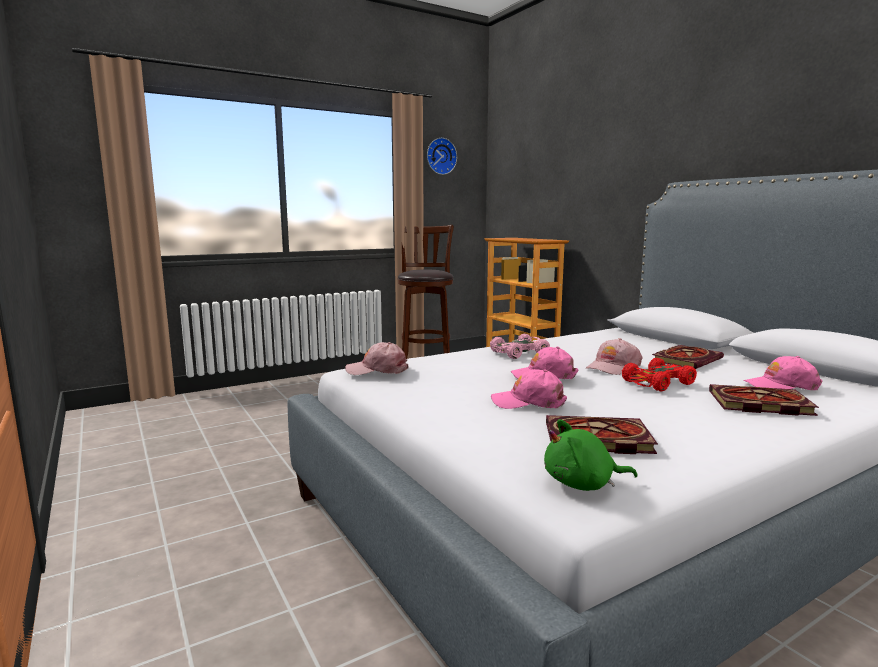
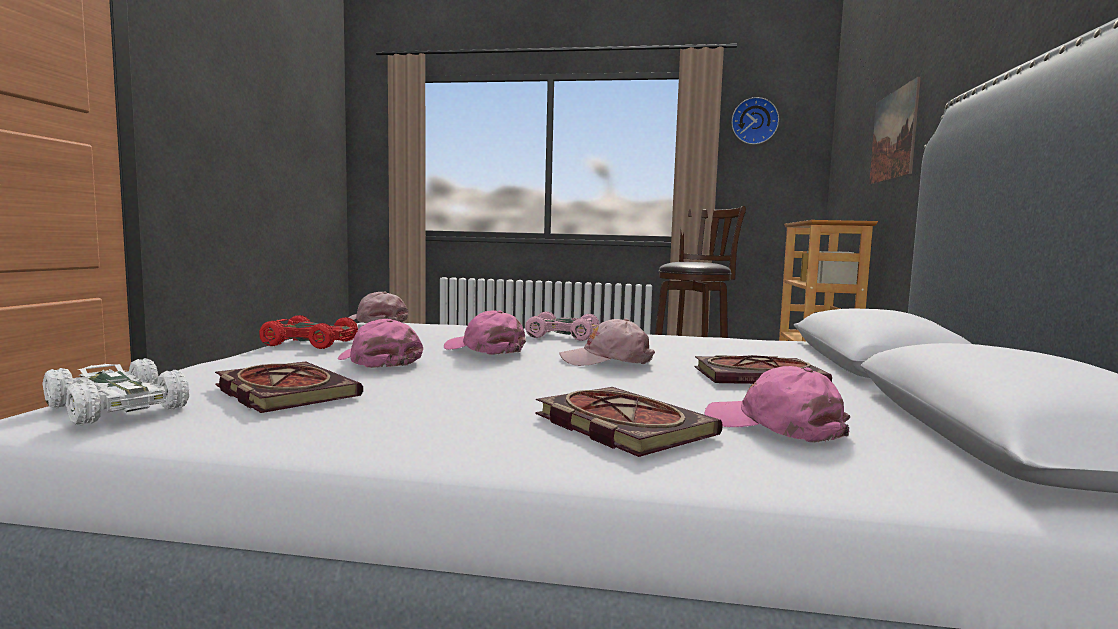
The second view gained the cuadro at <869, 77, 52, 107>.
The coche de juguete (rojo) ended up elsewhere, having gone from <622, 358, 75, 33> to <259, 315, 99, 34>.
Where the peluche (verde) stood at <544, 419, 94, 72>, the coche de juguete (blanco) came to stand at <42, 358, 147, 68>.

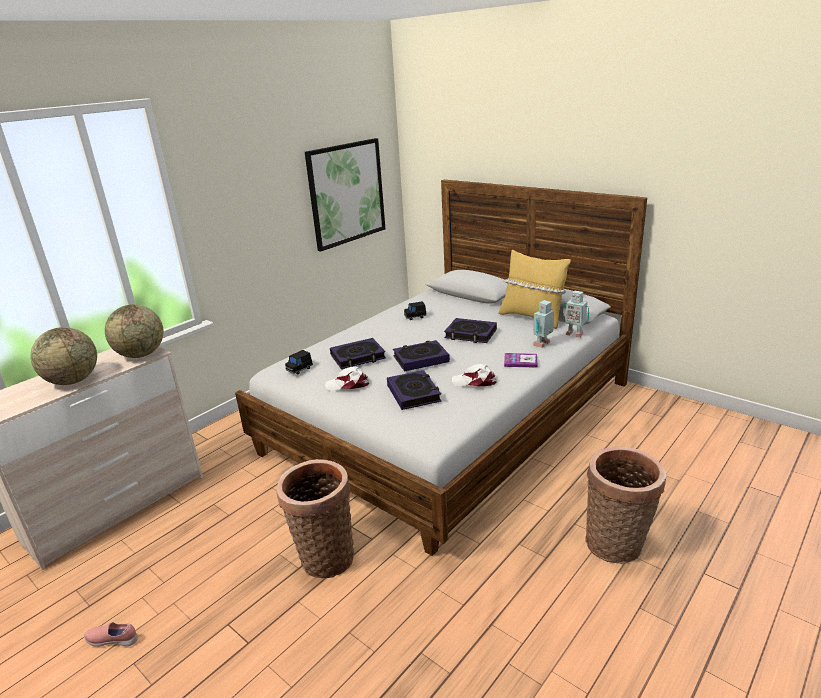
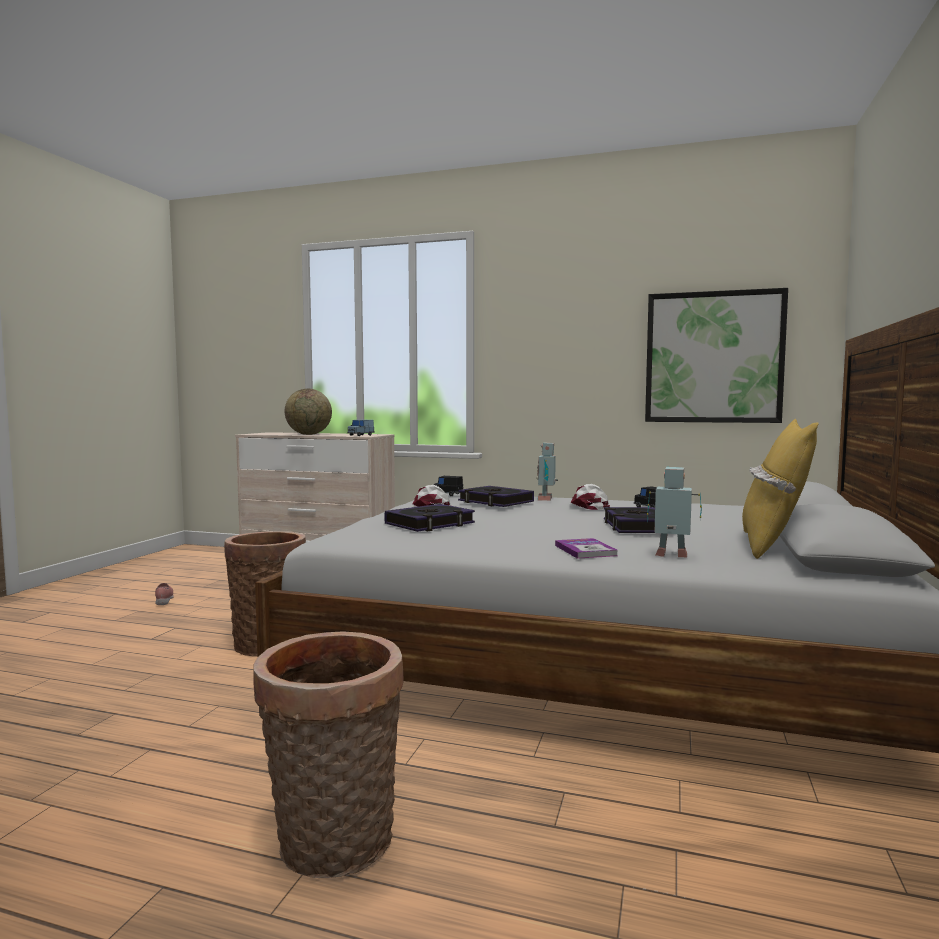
The second view lost the libro at <393, 340, 57, 31>.
The gorra (blanco) ended up elsewhere, having gone from <452, 364, 45, 23> to <569, 484, 41, 26>.
The robot de juguete ended up elsewhere, having gone from <563, 291, 26, 47> to <536, 442, 22, 59>.
Where the globo terráqueo stood at <105, 304, 59, 54>, the coche de juguete (azul) came to stand at <347, 420, 28, 16>.

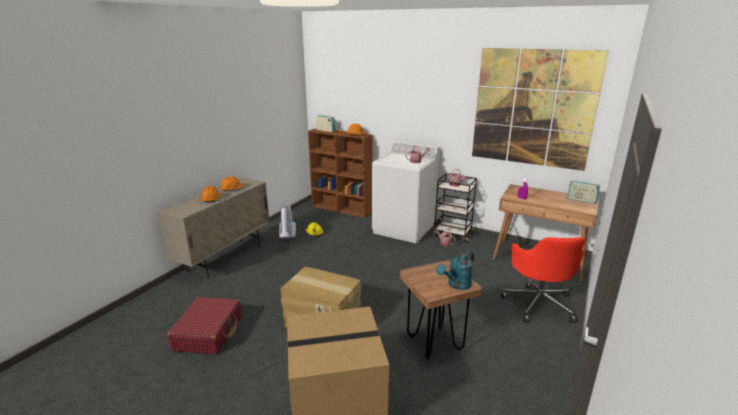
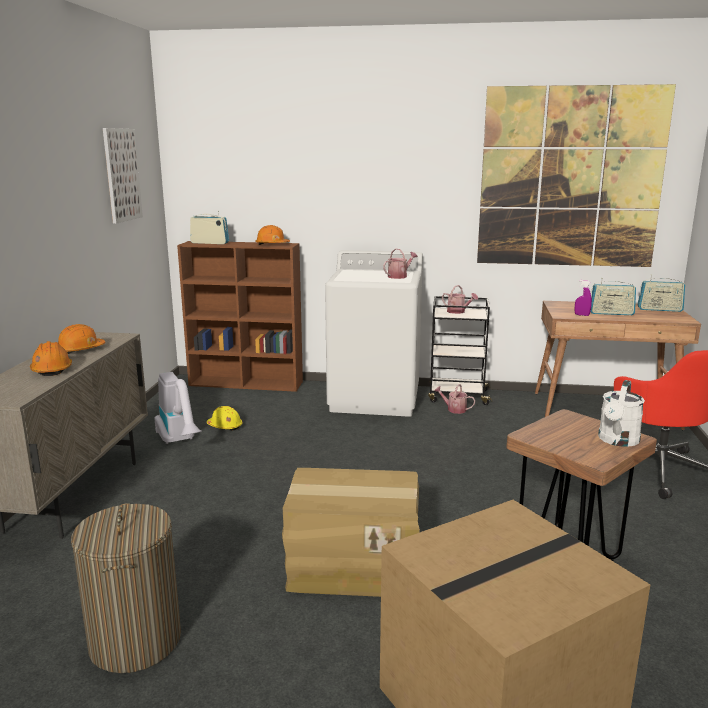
The second view gained the cuadro at <103, 128, 40, 96>.
The second view gained the radio at <590, 278, 46, 37>.
Where the maleta (rojo) stood at <167, 297, 75, 58>, the cesto de la ropa came to stand at <71, 504, 110, 169>.
What was the regadera (turquesa) at <437, 251, 37, 39> turned into the regadera (blanco) at <598, 380, 47, 67>.

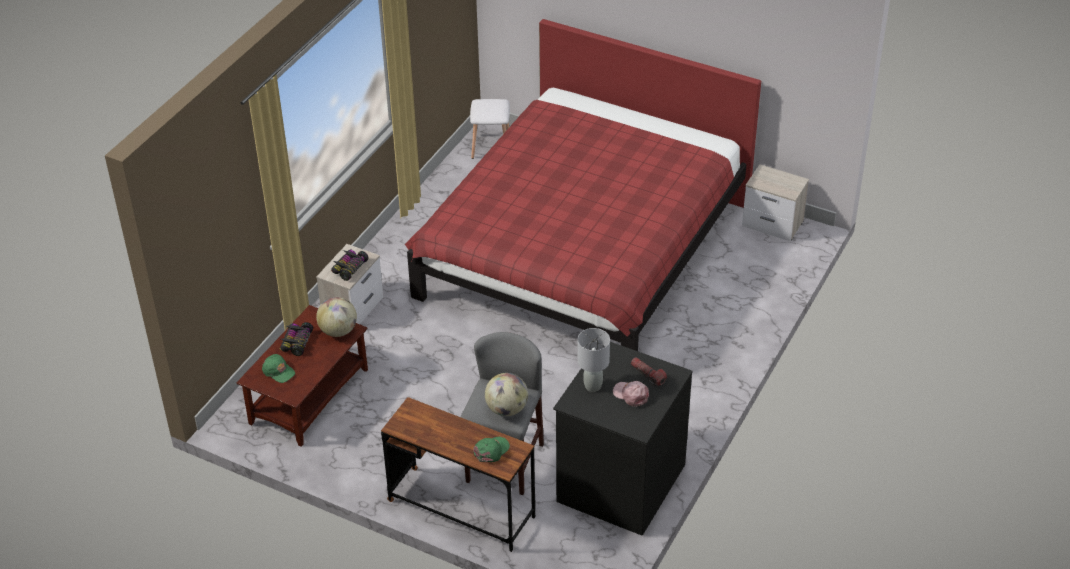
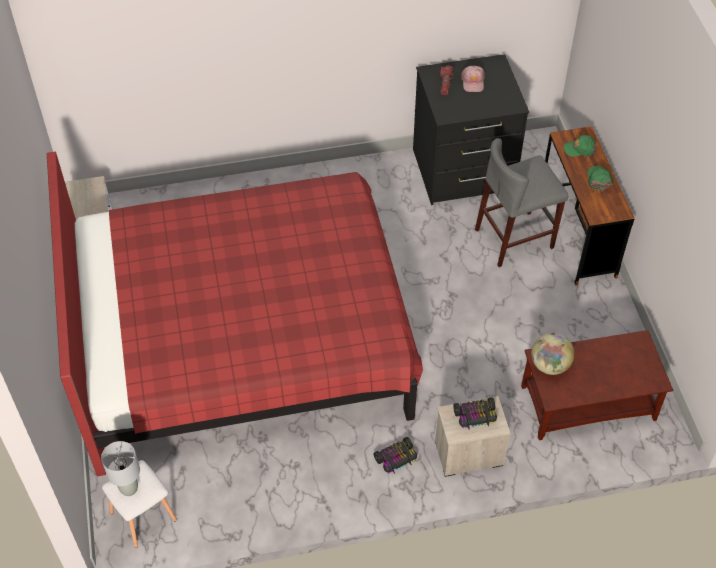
The second view lost the globo terráqueo at <485, 373, 43, 43>.
The gorra (verde) ended up elsewhere, having gone from <262, 354, 33, 29> to <587, 166, 26, 25>.
The coche de juguete ended up elsewhere, having gone from <280, 322, 33, 34> to <374, 437, 43, 37>.
The lámpara de mesa (gris) ended up elsewhere, having gone from <577, 328, 33, 64> to <101, 441, 39, 55>.

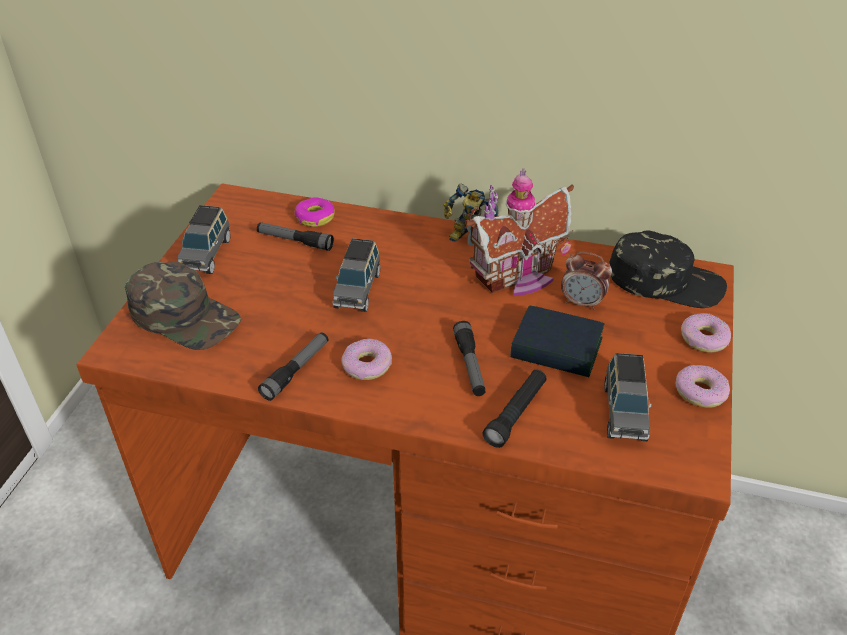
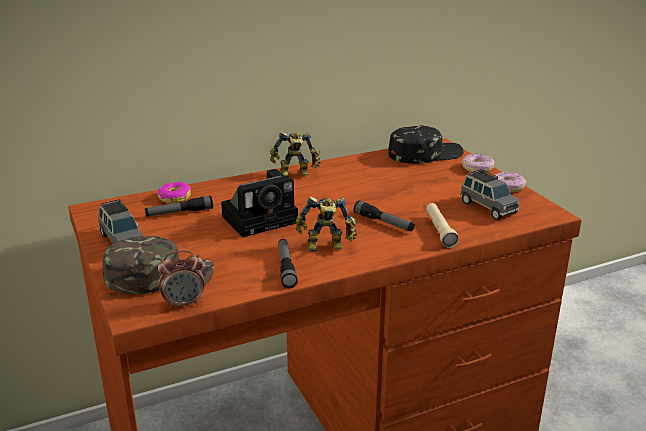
The second view lost the casita at <465, 168, 109, 129>.
The second view lost the libro at <510, 305, 95, 72>.
The despertador ended up elsewhere, having gone from <561, 251, 51, 59> to <158, 250, 46, 59>.
Where the coche de juguete (gris) stood at <332, 238, 48, 74>, the cámara came to stand at <221, 169, 77, 68>.
Where the rosquilla stood at <341, 339, 51, 41>, the robot de juguete came to stand at <296, 197, 61, 55>.
What was the linterna (negro) at <482, 370, 65, 78> turned into the linterna (beis) at <426, 203, 33, 45>.

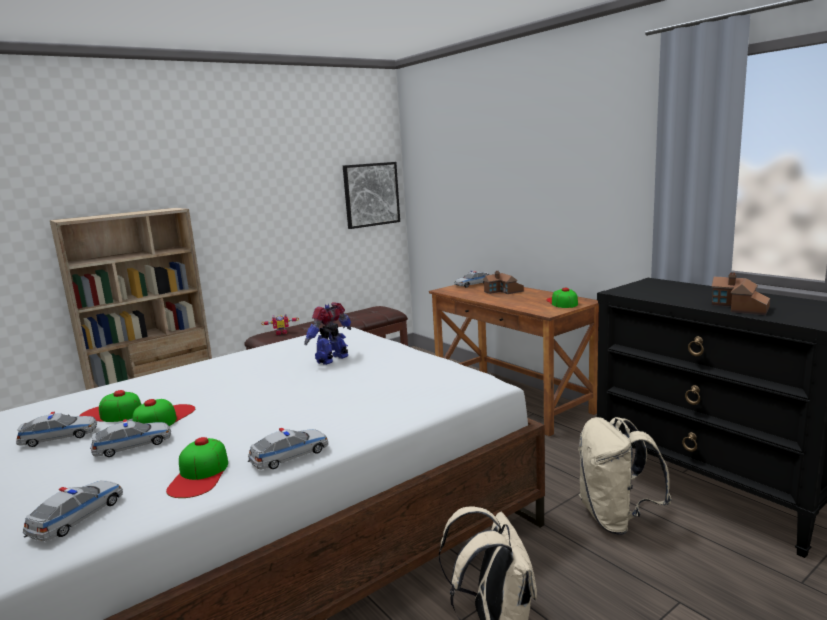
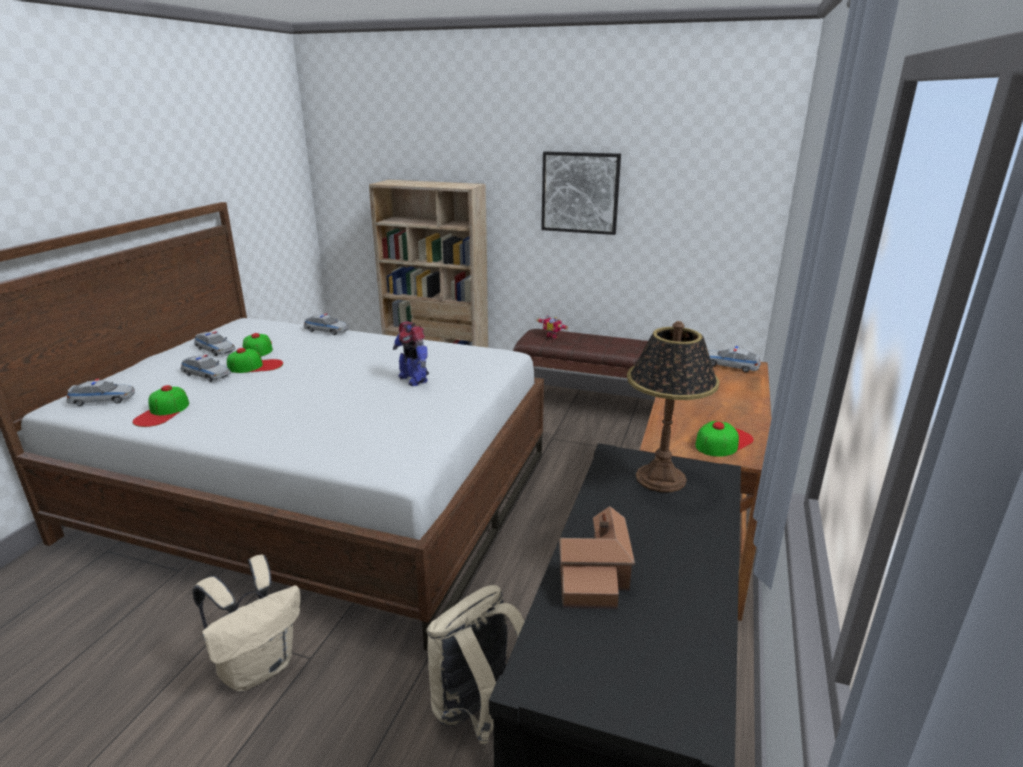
The second view lost the casita at <483, 271, 41, 23>.
The second view gained the lámpara de mesa at <627, 321, 93, 171>.
The coche de juguete ended up elsewhere, having gone from <248, 428, 80, 41> to <304, 313, 45, 22>.
The cuadro ended up elsewhere, having gone from <343, 162, 57, 67> to <541, 151, 80, 84>.
The gorra at <166, 437, 62, 61> ended up facing another way, 45 degrees counterclockwise from before.
The robot de juguete at <304, 302, 47, 63> ended up facing another way, 135 degrees counterclockwise from before.

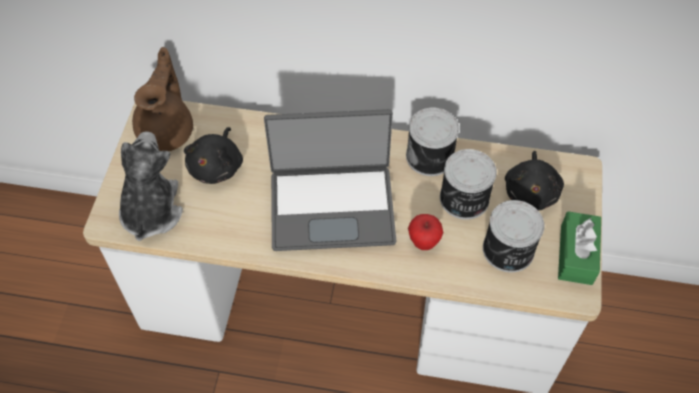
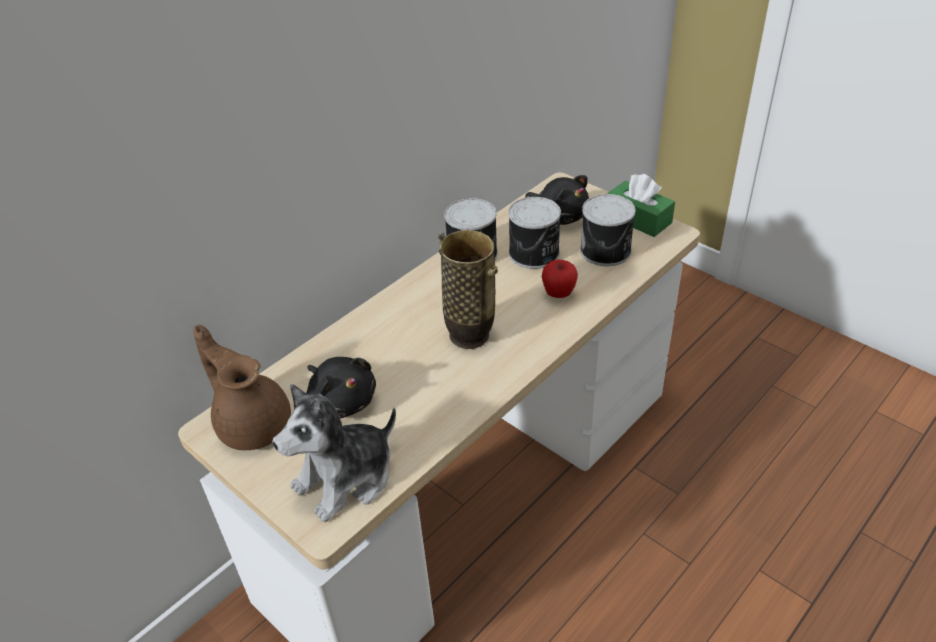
Where the portátil stood at <264, 109, 132, 142>, the florero came to stand at <438, 230, 60, 119>.
The peluche at <119, 131, 64, 111> ended up facing another way, 75 degrees counterclockwise from before.

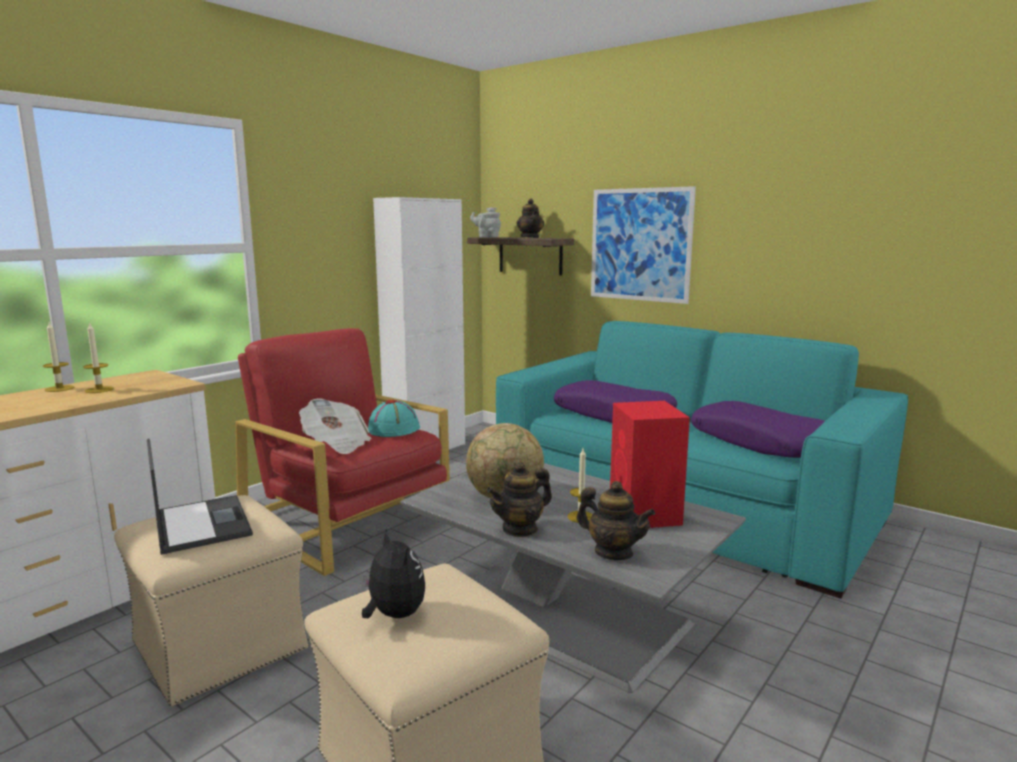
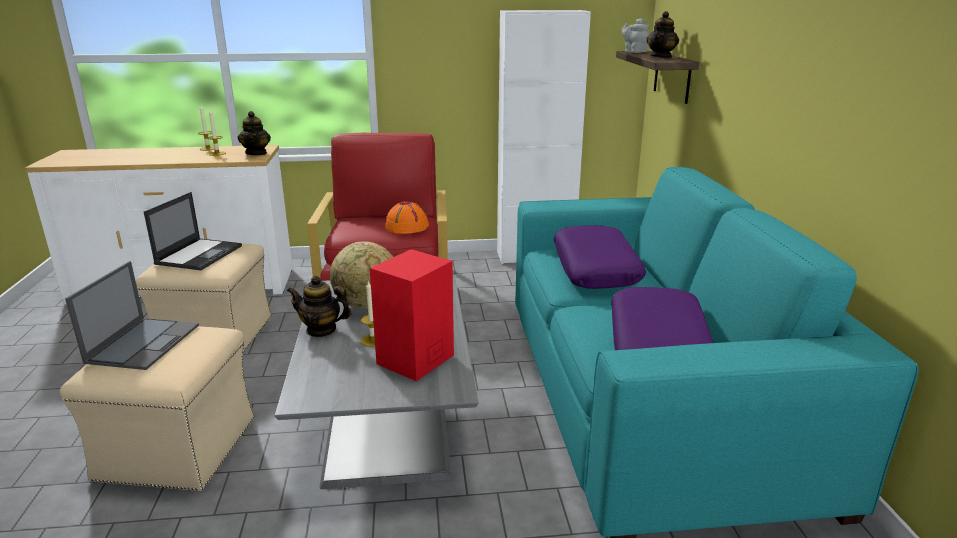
The second view lost the periódico at <299, 399, 72, 55>.
The second view lost the cuadro at <591, 186, 105, 118>.
The tetera ended up elsewhere, having gone from <577, 481, 78, 79> to <238, 111, 33, 44>.
Where the peluche stood at <362, 529, 63, 89>, the portátil came to stand at <65, 261, 134, 109>.
What was the sombrero (turquesa) at <368, 400, 52, 37> turned into the sombrero (naranja) at <385, 201, 44, 33>.

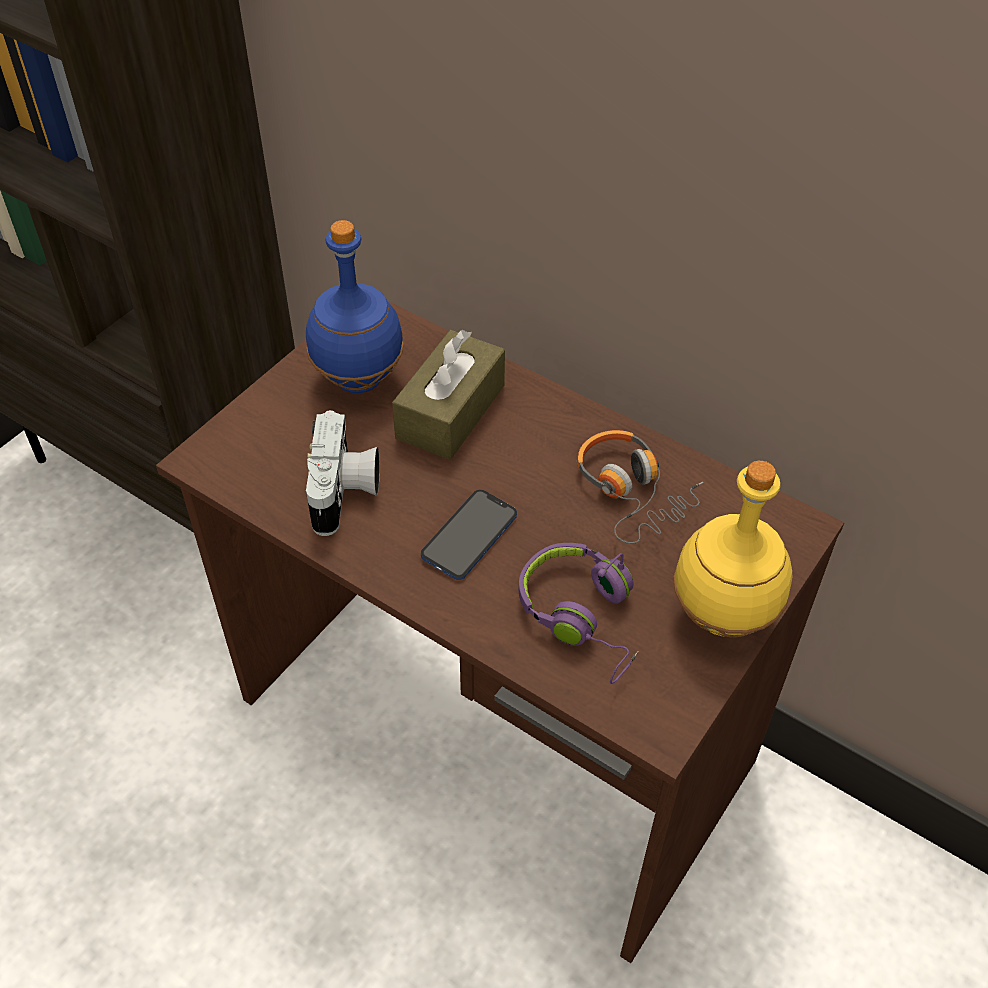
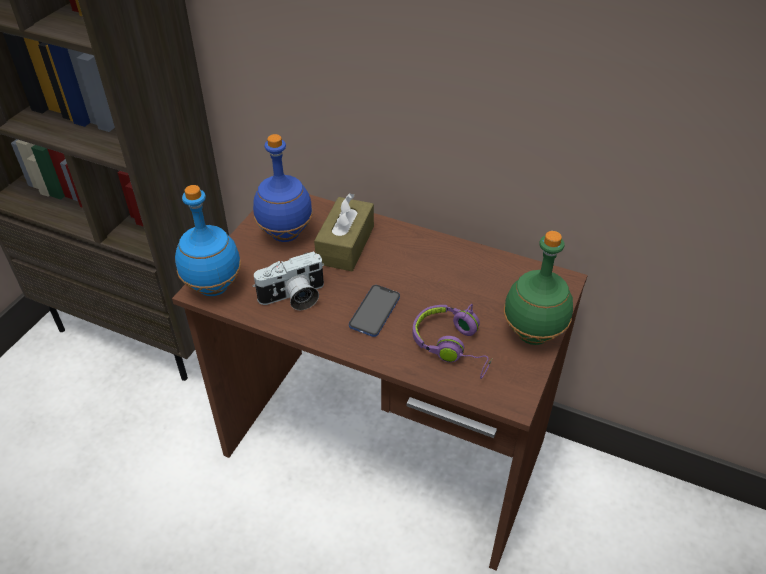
The second view lost the auriculares at <577, 430, 127, 114>.
The second view gained the botella (azul) at <175, 185, 66, 111>.
What was the botella (amarillo) at <673, 461, 119, 177> turned into the botella (verde) at <504, 231, 69, 114>.
The cámara at <306, 410, 74, 126> ended up facing another way, 75 degrees clockwise from before.

